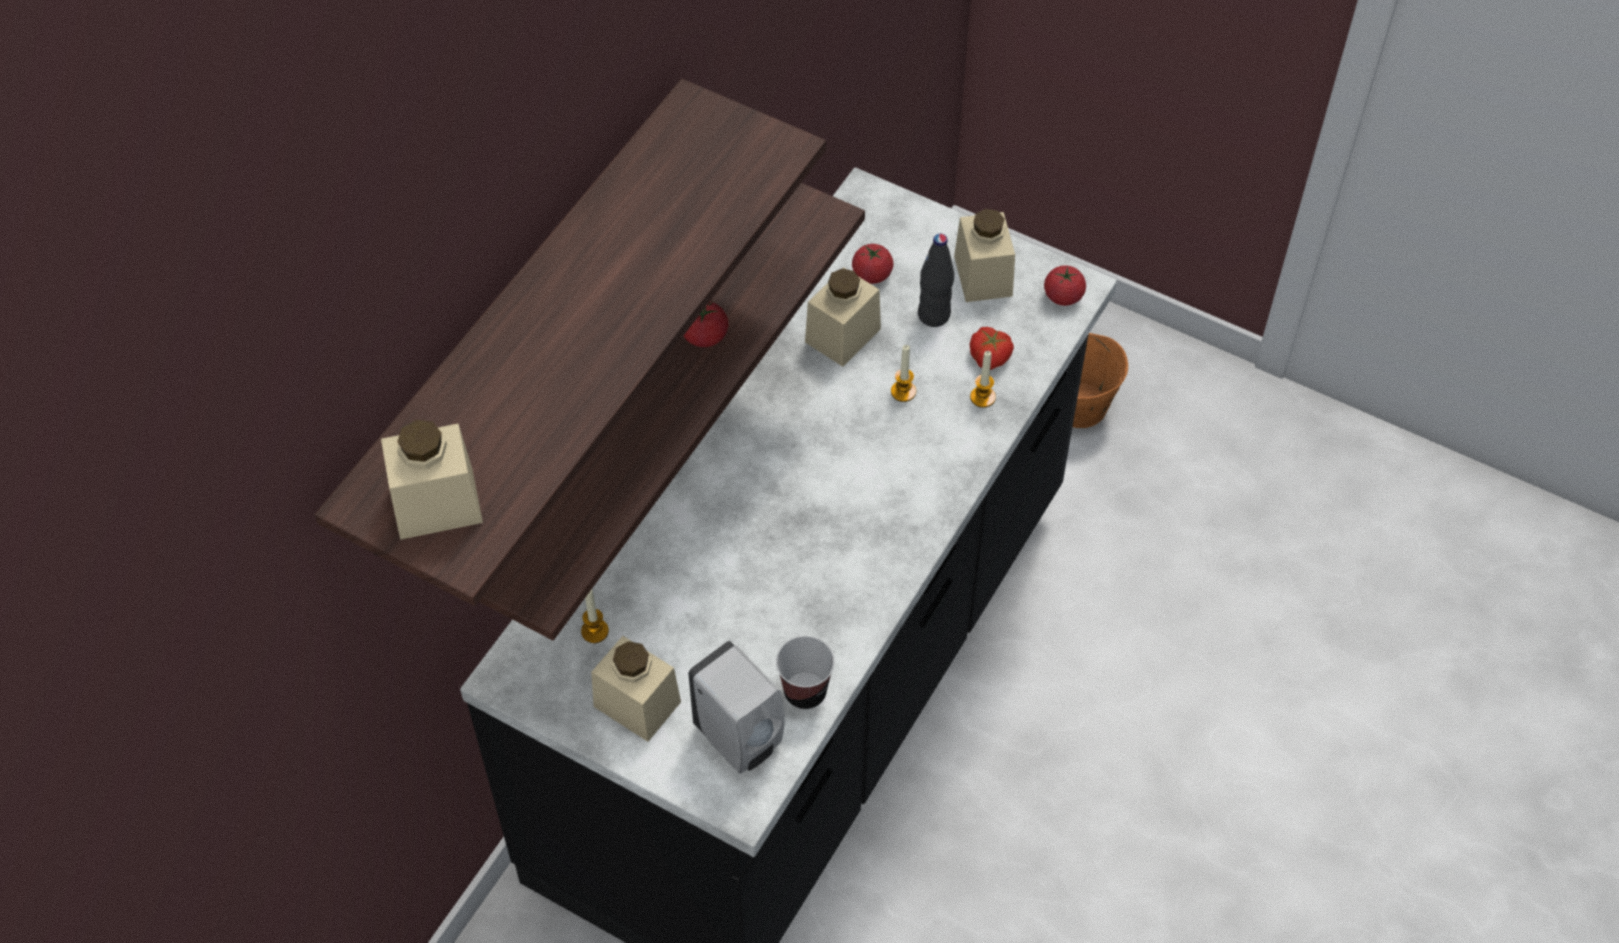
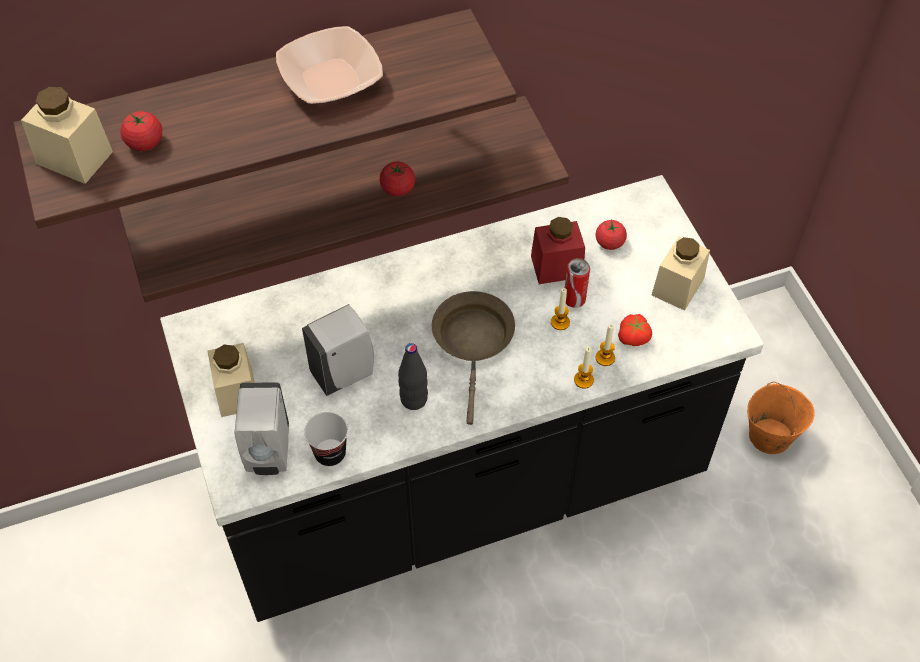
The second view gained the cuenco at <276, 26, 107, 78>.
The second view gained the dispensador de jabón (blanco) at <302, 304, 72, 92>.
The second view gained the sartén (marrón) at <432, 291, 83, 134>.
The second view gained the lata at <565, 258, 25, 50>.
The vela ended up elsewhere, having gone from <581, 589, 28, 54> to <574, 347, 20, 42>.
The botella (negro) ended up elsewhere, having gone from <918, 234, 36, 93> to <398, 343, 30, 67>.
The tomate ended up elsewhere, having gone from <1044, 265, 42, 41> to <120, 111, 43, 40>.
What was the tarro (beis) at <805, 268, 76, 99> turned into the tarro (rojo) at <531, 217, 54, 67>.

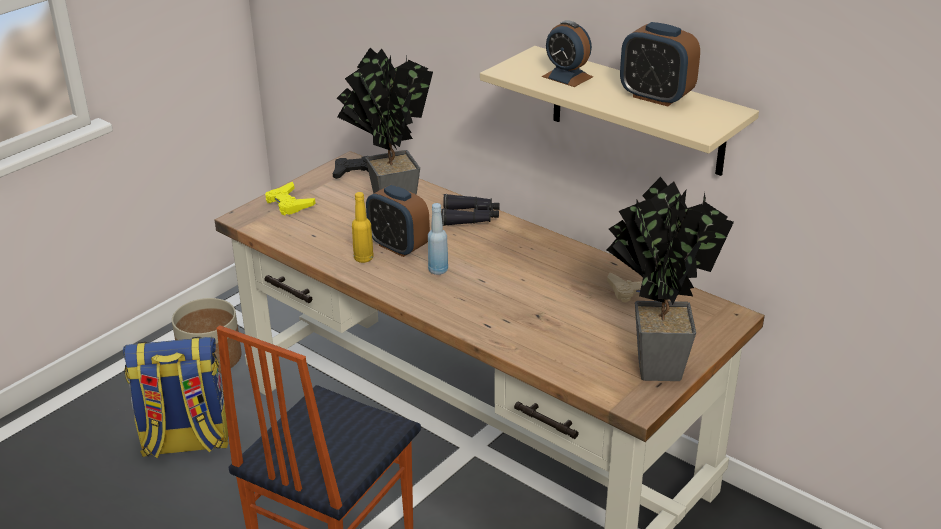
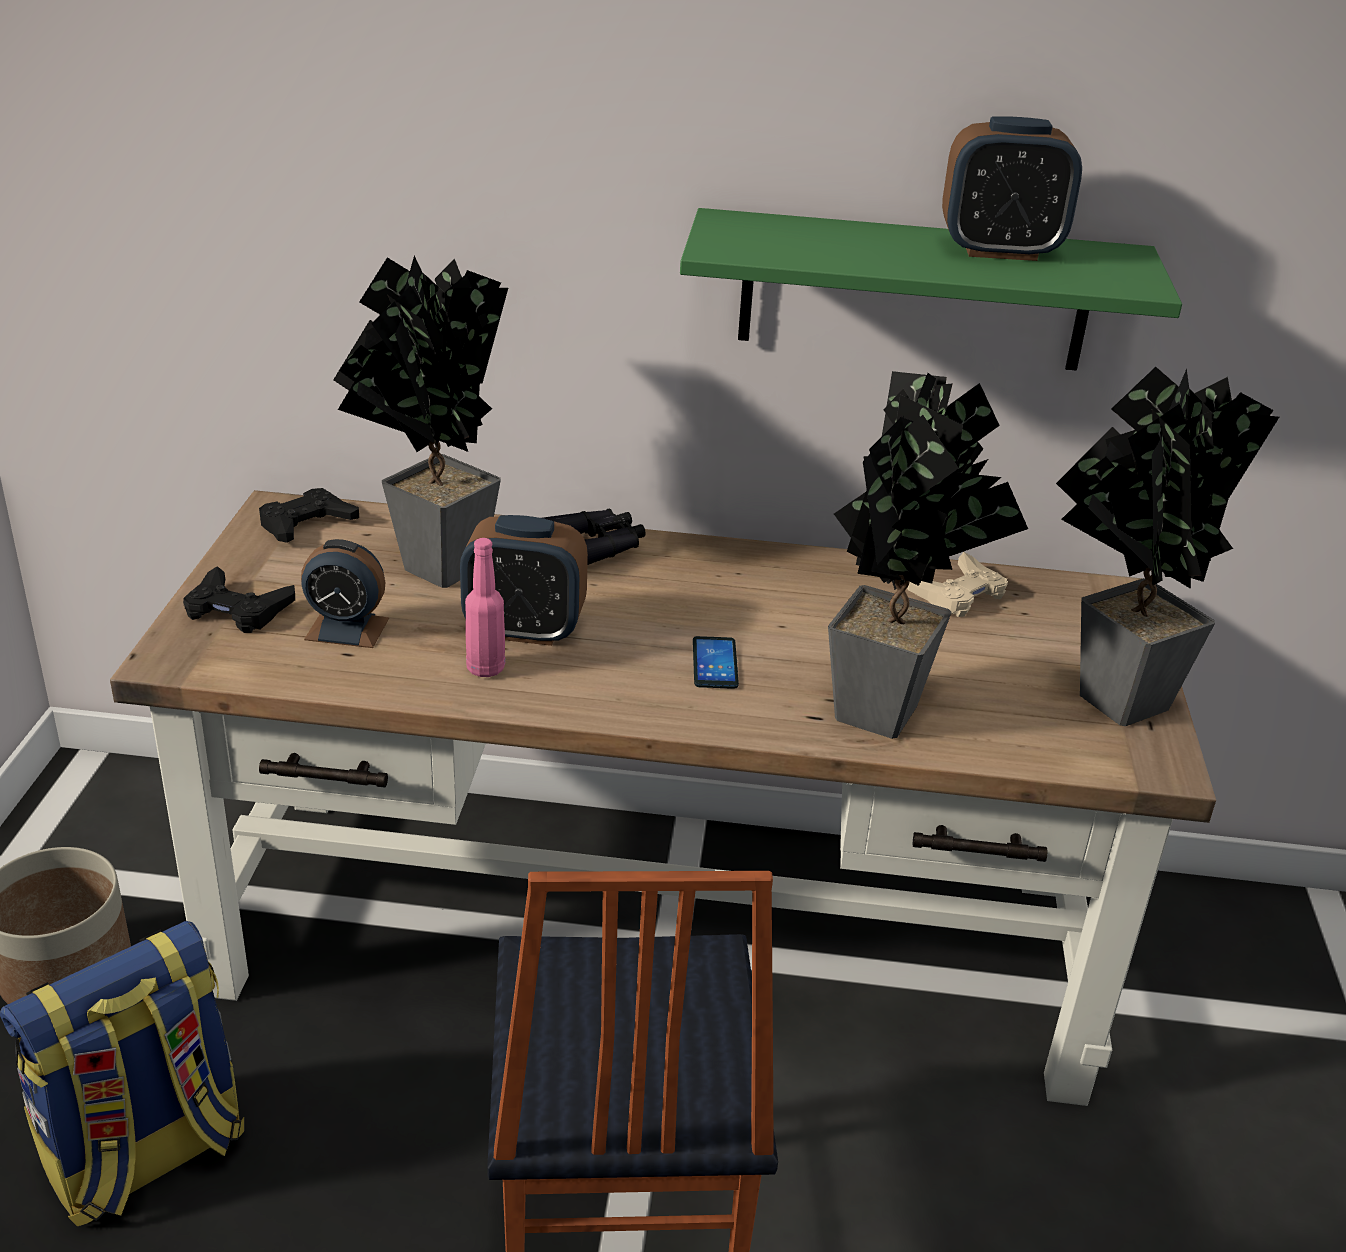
The second view lost the botella (azul) at <428, 203, 20, 72>.
The second view gained the móvil at <693, 636, 46, 53>.
The second view gained the planta en maceta at <828, 371, 200, 368>.
The despertador ended up elsewhere, having gone from <542, 20, 51, 67> to <301, 539, 88, 109>.
What was the mando de consola (amarillo) at <265, 182, 50, 33> turned into the mando de consola (negro) at <183, 566, 112, 67>.
What was the botella (amarillo) at <352, 192, 22, 71> turned into the botella (rosa) at <465, 538, 40, 139>.
What was the estante (beis) at <480, 46, 279, 130> turned into the estante (verde) at <680, 208, 502, 163>.

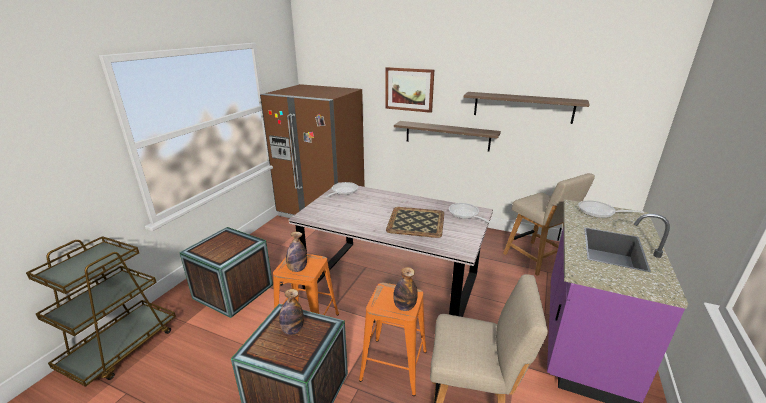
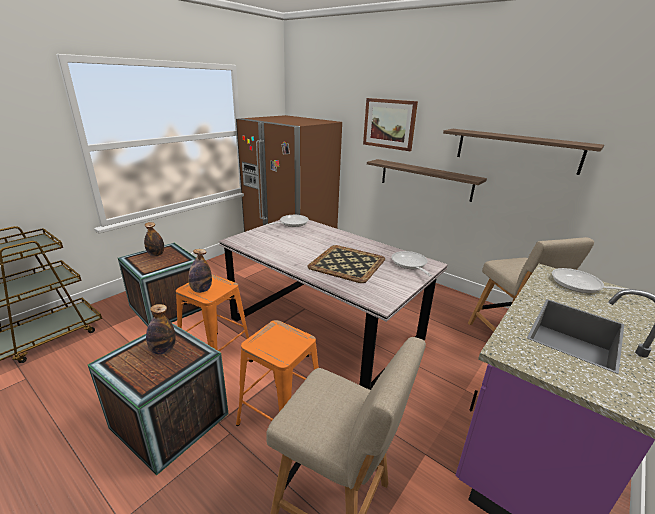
The botella ended up elsewhere, having gone from <393, 267, 25, 44> to <144, 222, 20, 34>.

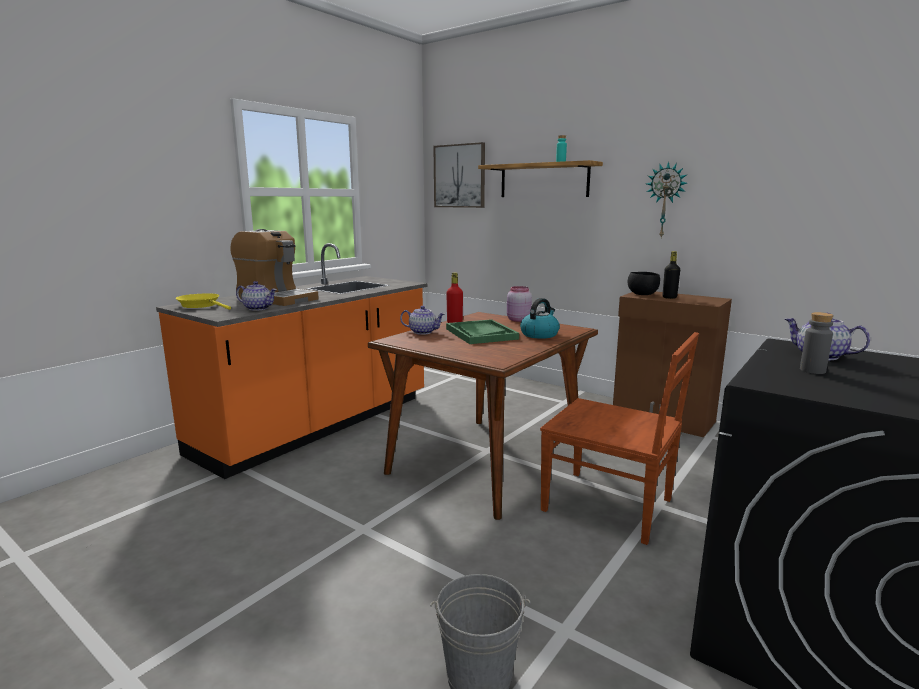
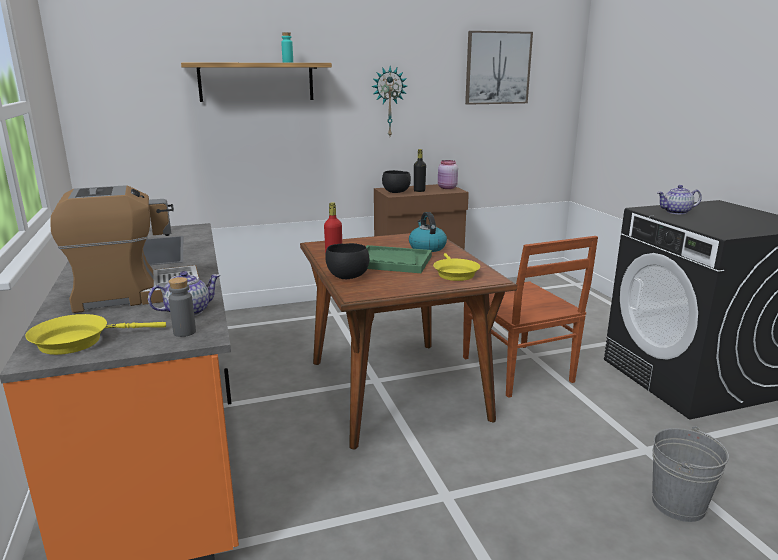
The second view gained the sartén (amarillo) at <433, 253, 47, 28>.
The cuadro ended up elsewhere, having gone from <433, 142, 52, 66> to <465, 31, 68, 74>.
The tarro (rosa) ended up elsewhere, having gone from <507, 286, 25, 36> to <438, 160, 20, 29>.
The botella (gris) ended up elsewhere, having gone from <800, 312, 34, 62> to <169, 277, 27, 60>.
Where the tetera stood at <400, 306, 45, 29>, the cuenco (negro) came to stand at <325, 243, 44, 36>.
The silla (marrón) at <540, 332, 159, 213> ended up facing another way, 90 degrees clockwise from before.

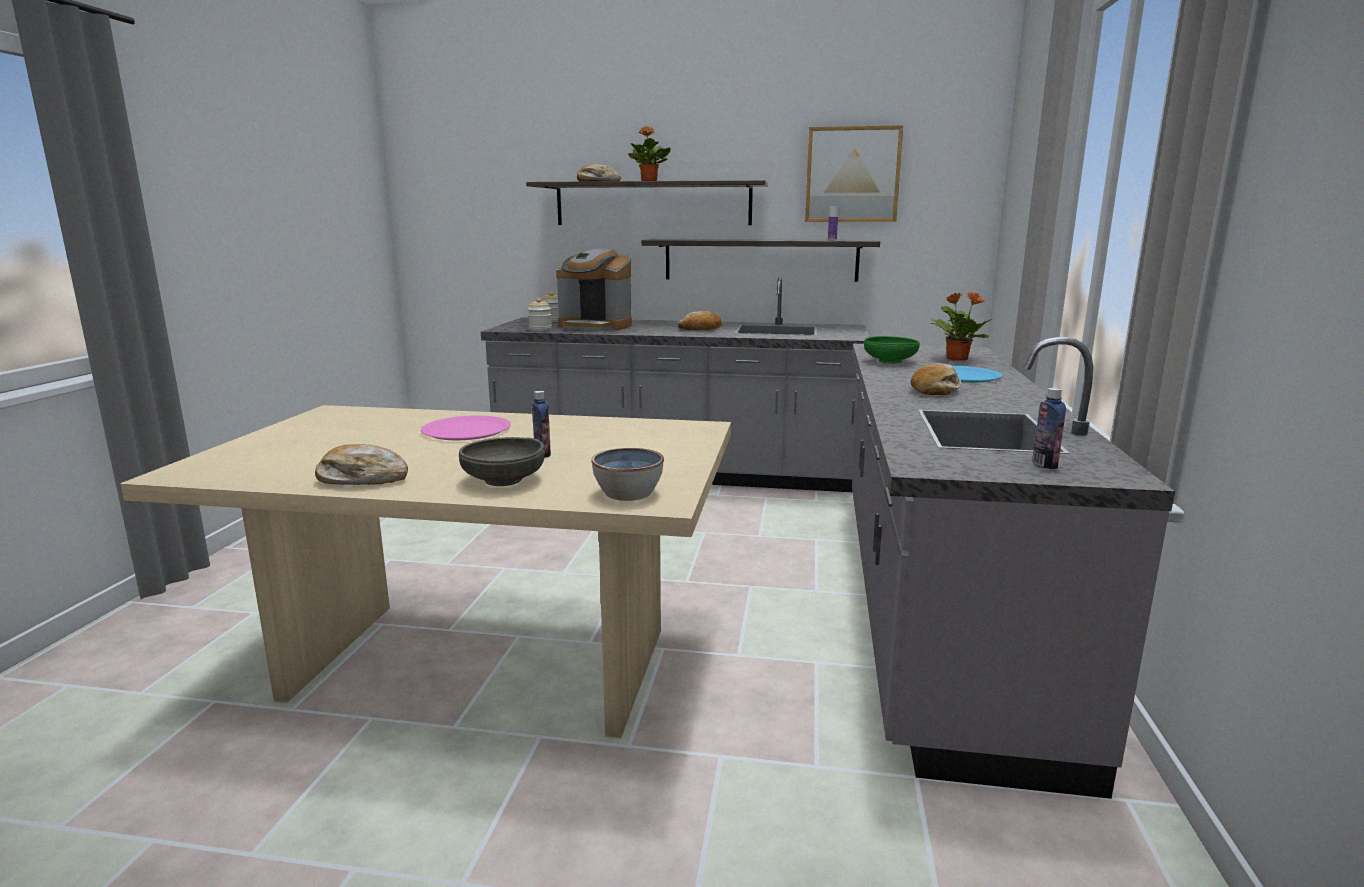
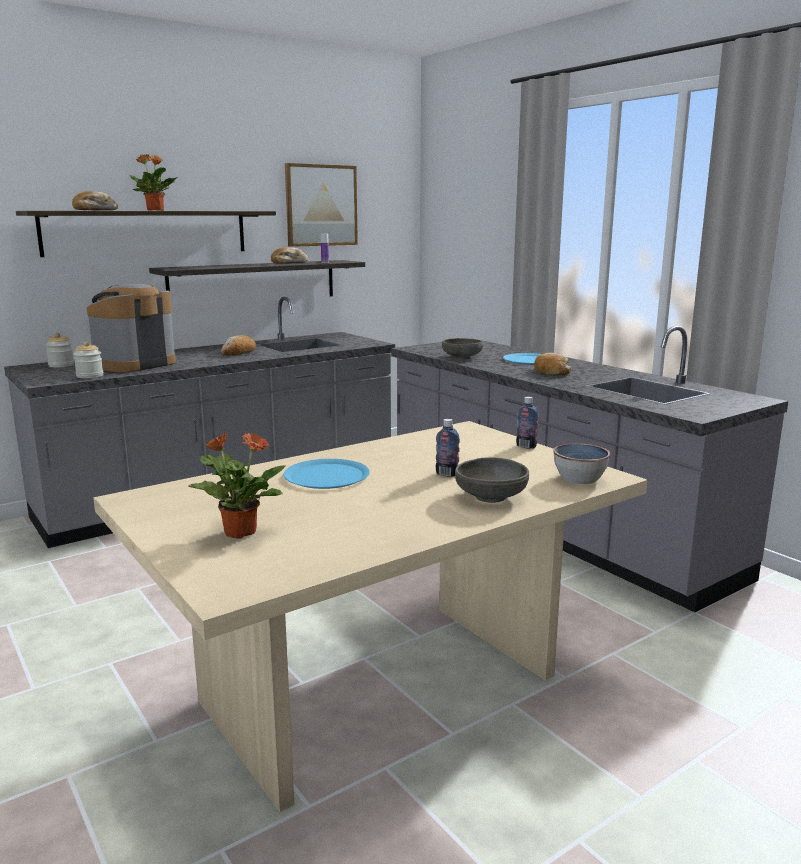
The pan ended up elsewhere, having gone from <315, 444, 93, 41> to <271, 247, 37, 17>.
The planta en maceta ended up elsewhere, having gone from <931, 292, 61, 69> to <188, 432, 97, 107>.
The botella ended up elsewhere, having gone from <1032, 388, 34, 81> to <516, 397, 22, 52>.
What was the plato (rosa) at <421, 415, 90, 25> turned into the plato (azul) at <284, 459, 86, 30>.
What was the cuenco (verde) at <864, 336, 56, 28> turned into the cuenco (gris) at <442, 338, 41, 21>.
The cafetera at <556, 248, 76, 83> ended up facing another way, 150 degrees clockwise from before.

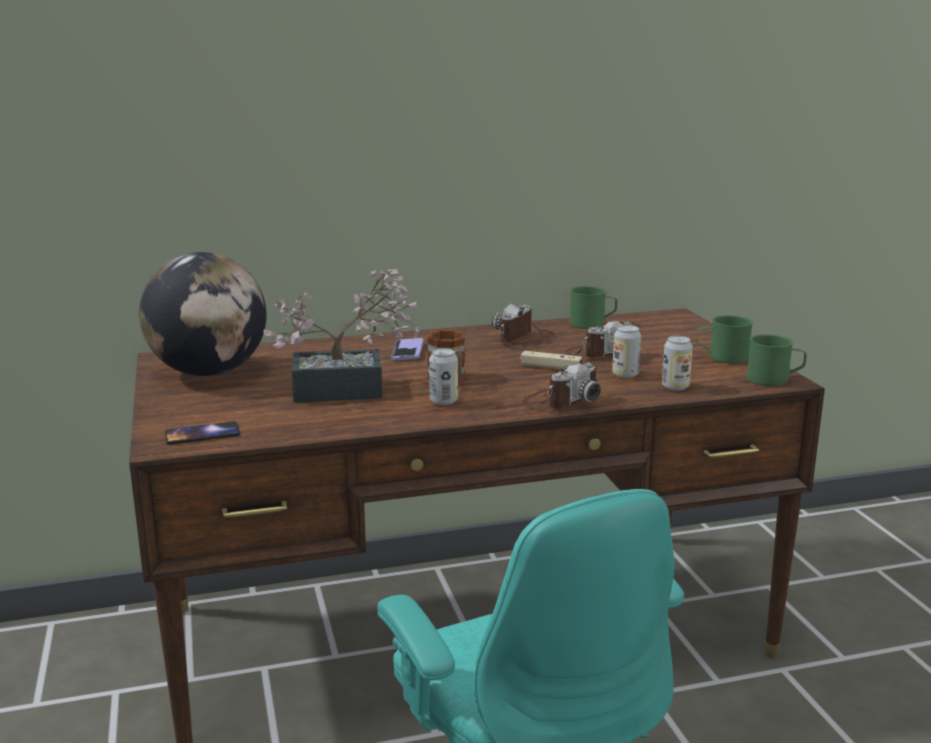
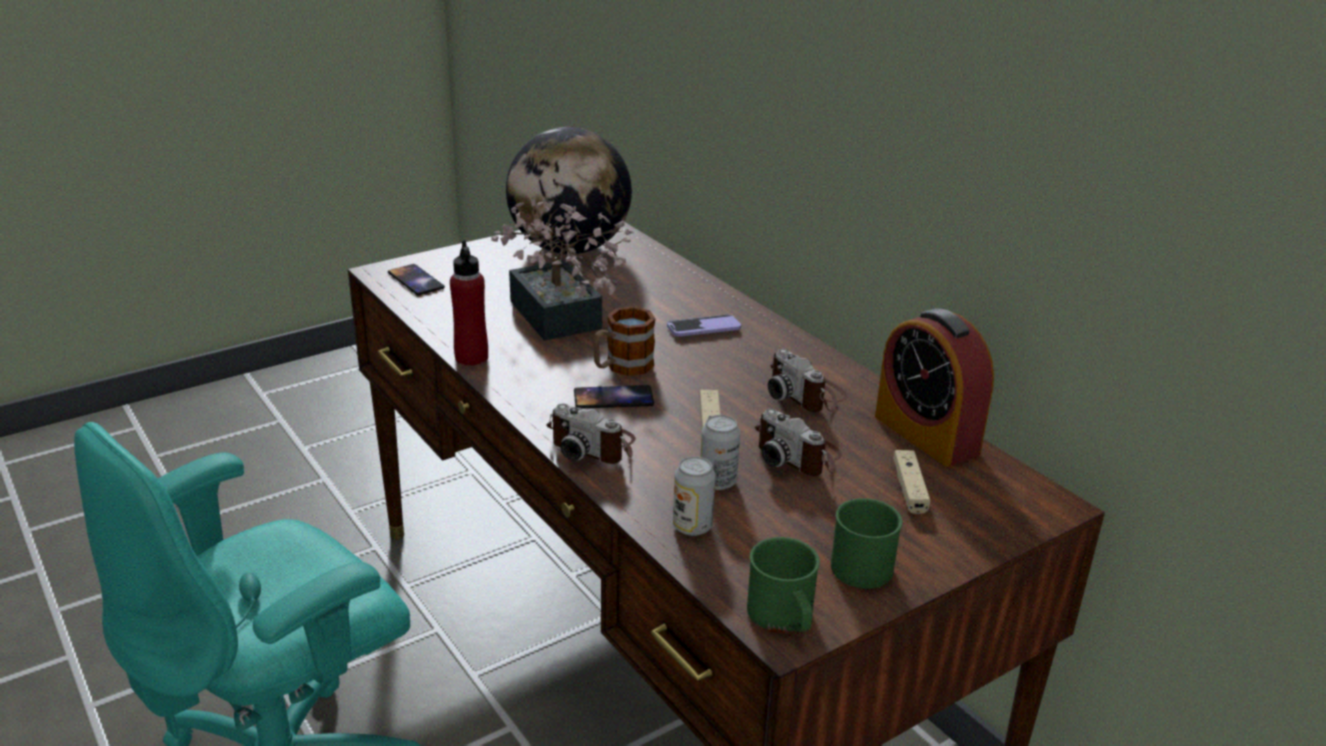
The second view lost the lata at <429, 348, 29, 57>.
The second view gained the botella (rojo) at <450, 240, 38, 126>.
The second view gained the móvil at <574, 385, 80, 24>.
The second view gained the mando de consola (beis) at <893, 450, 37, 64>.
Where the taza grande (verde) stood at <570, 286, 47, 43>, the despertador came to stand at <875, 309, 119, 158>.
The cámara at <492, 304, 64, 45> ended up facing another way, 135 degrees counterclockwise from before.

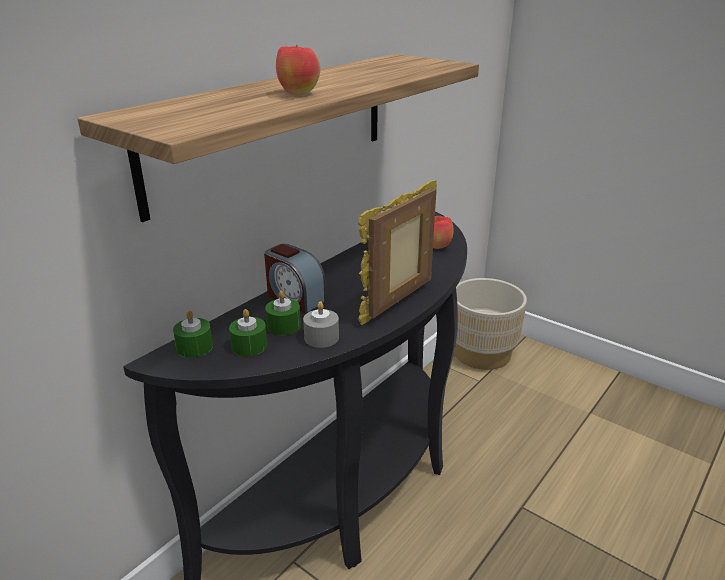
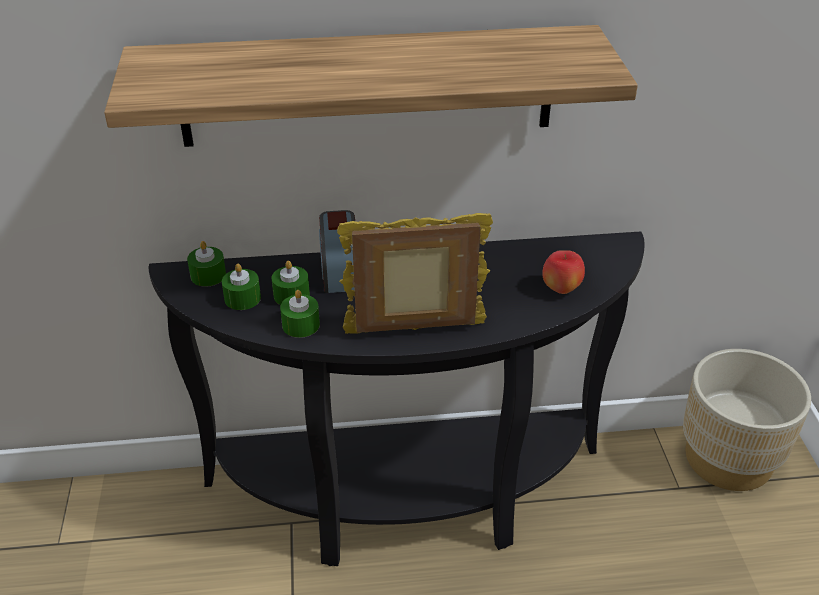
The second view lost the manzana at <276, 45, 44, 51>.
What was the vela (gris) at <303, 301, 36, 47> turned into the vela (verde) at <280, 290, 40, 48>.

